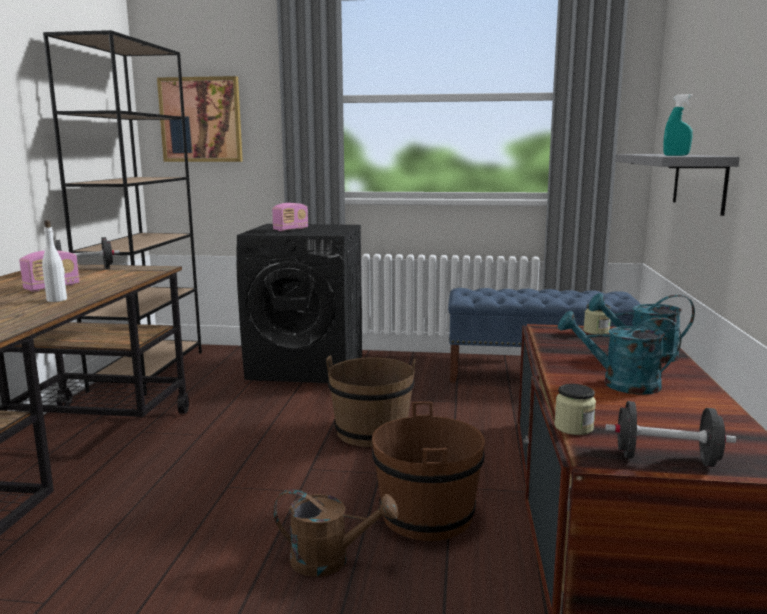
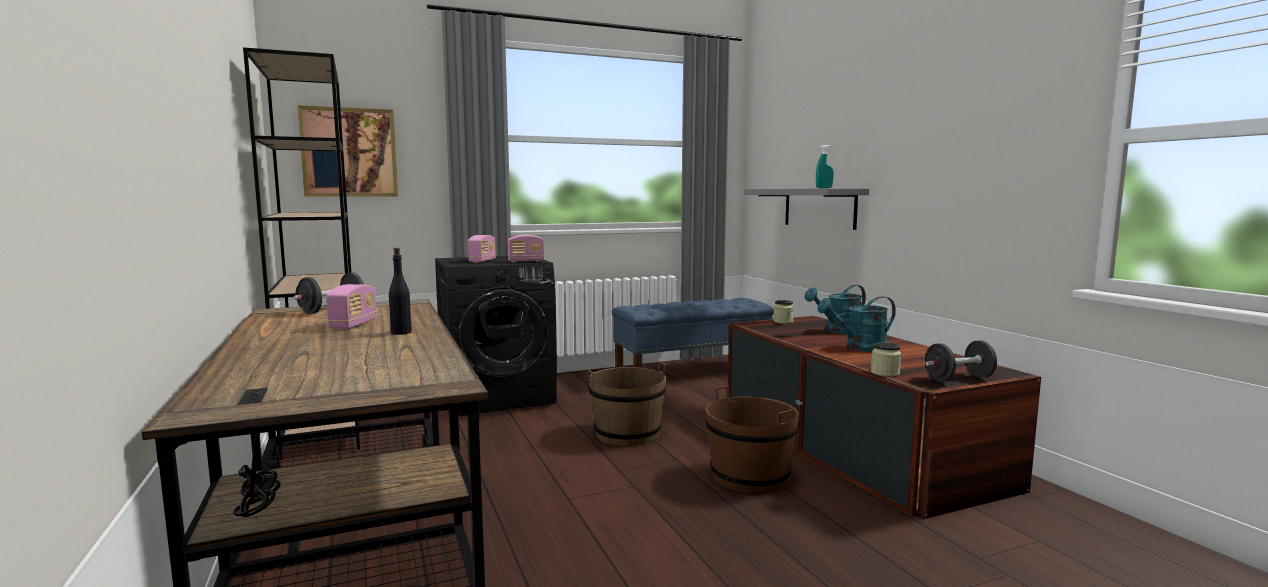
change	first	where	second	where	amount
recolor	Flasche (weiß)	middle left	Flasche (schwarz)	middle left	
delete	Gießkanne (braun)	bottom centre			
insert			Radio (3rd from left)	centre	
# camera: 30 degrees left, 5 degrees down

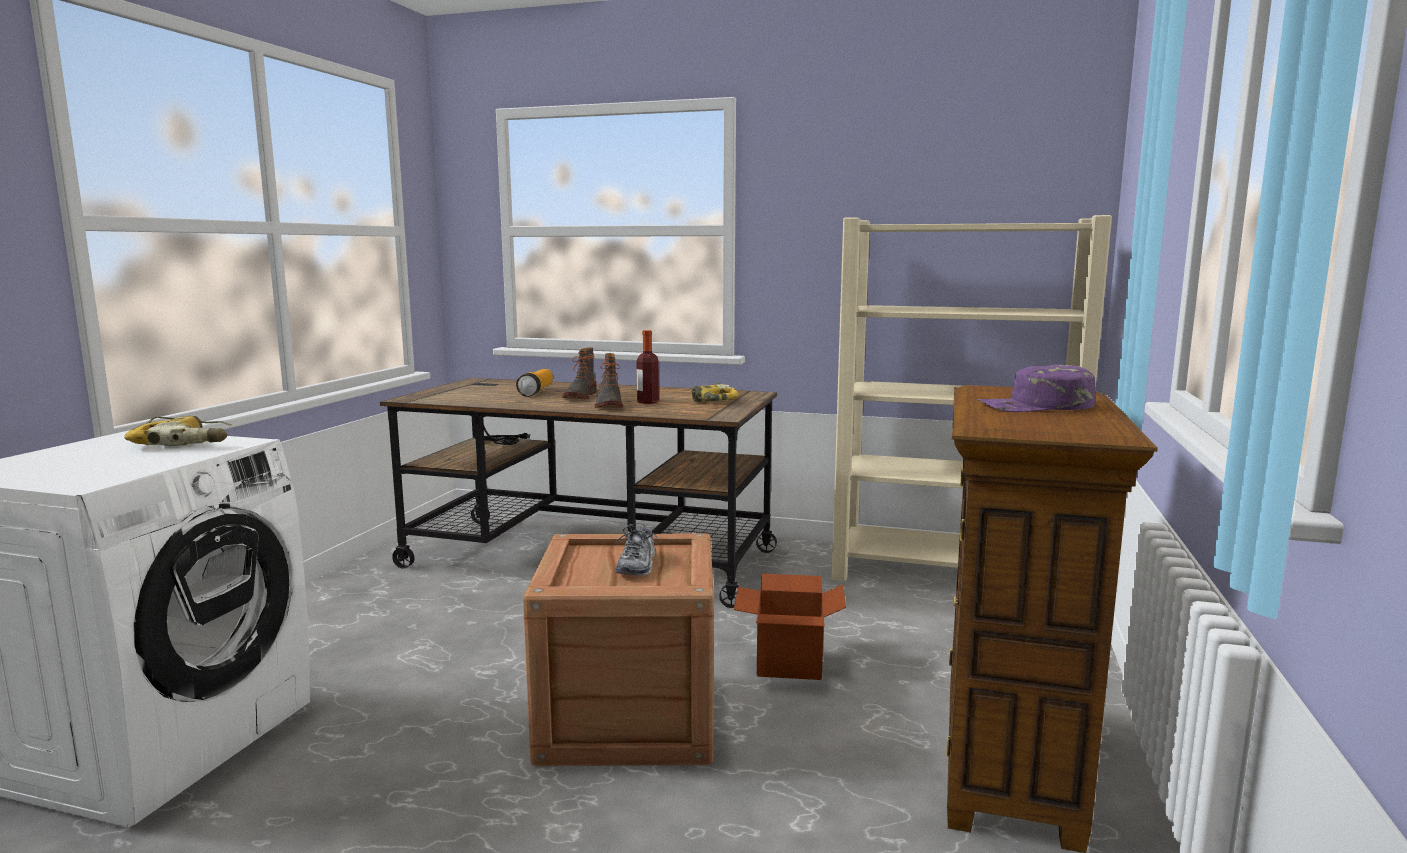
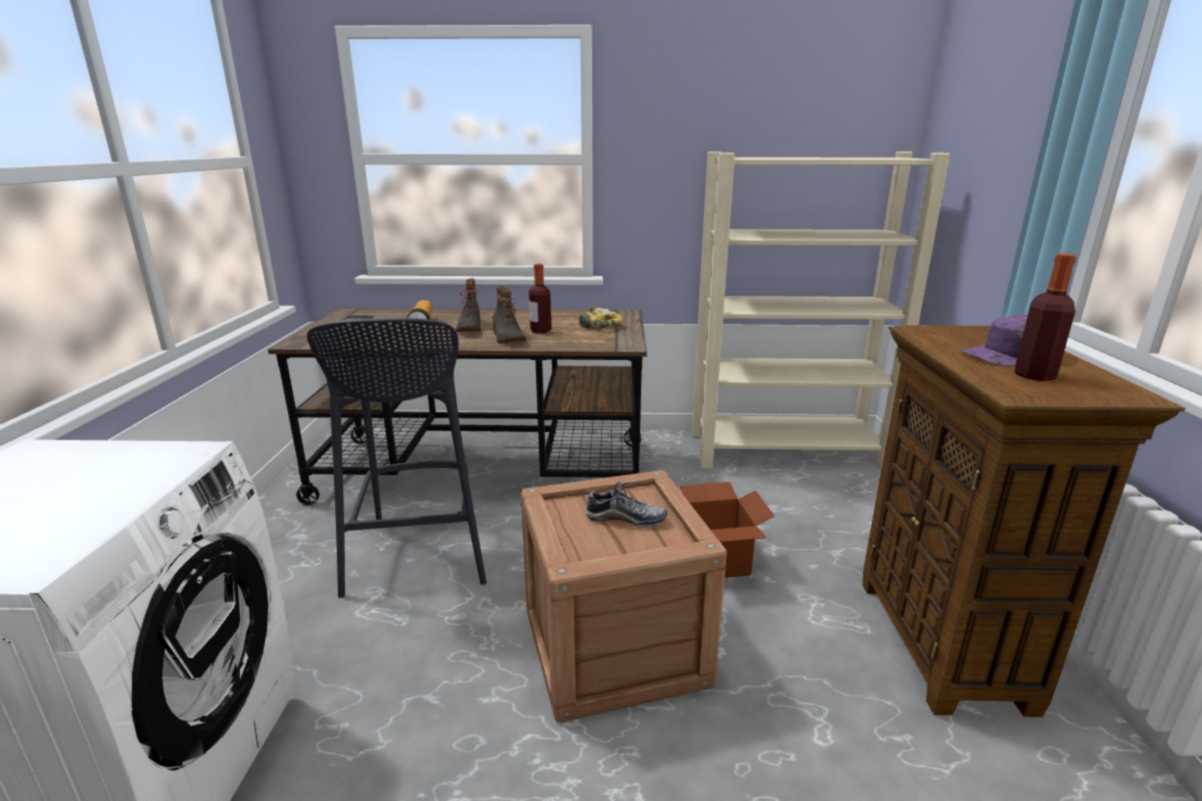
change	first	where	second	where	amount
delete	Bohrmaschine (1st from left)	middle left			
rotate	Schuh	centre		centre	75 degrees counterclockwise
insert			Hocker (grau)	middle left	
insert			Flasche (2nd from left)	middle right	
# camera: 15 degrees left, 10 degrees up

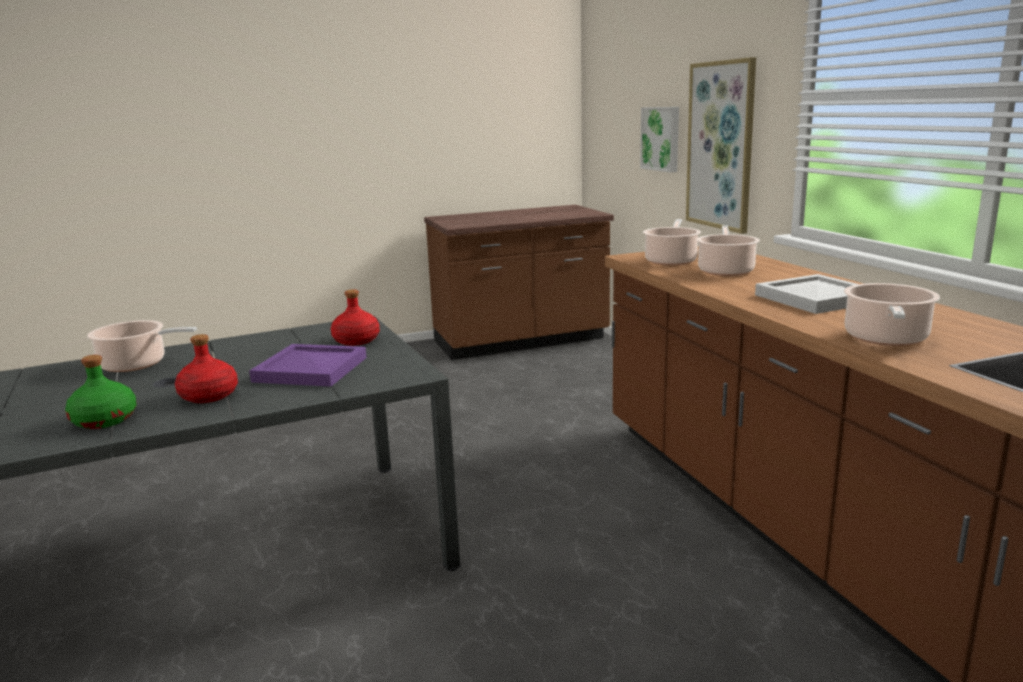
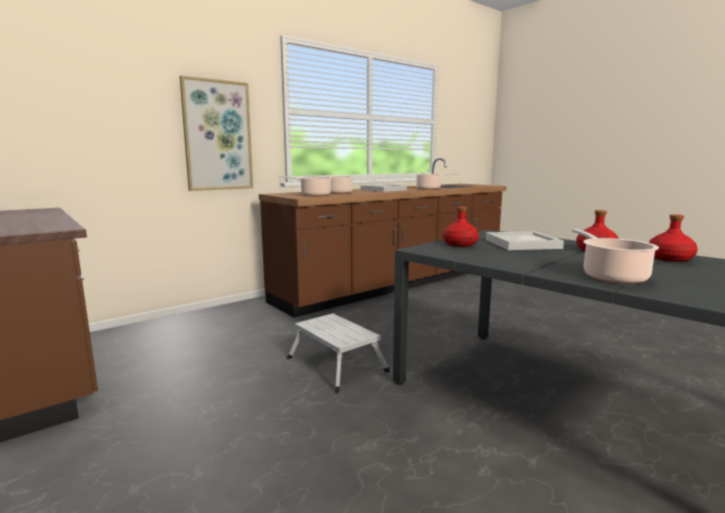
change	first	where	second	where	amount
recolor	Flasche (grün)	middle left	Flasche (rot) (3rd from left)	middle right	
recolor	Tablett (lila)	middle left	Tablett (weiß) (2nd from left)	middle right	
delete	Bild (1st from left)	top centre			
insert			Trittleiter (weiß)	bottom centre	
# camera: 110 degrees left, 5 degrees down

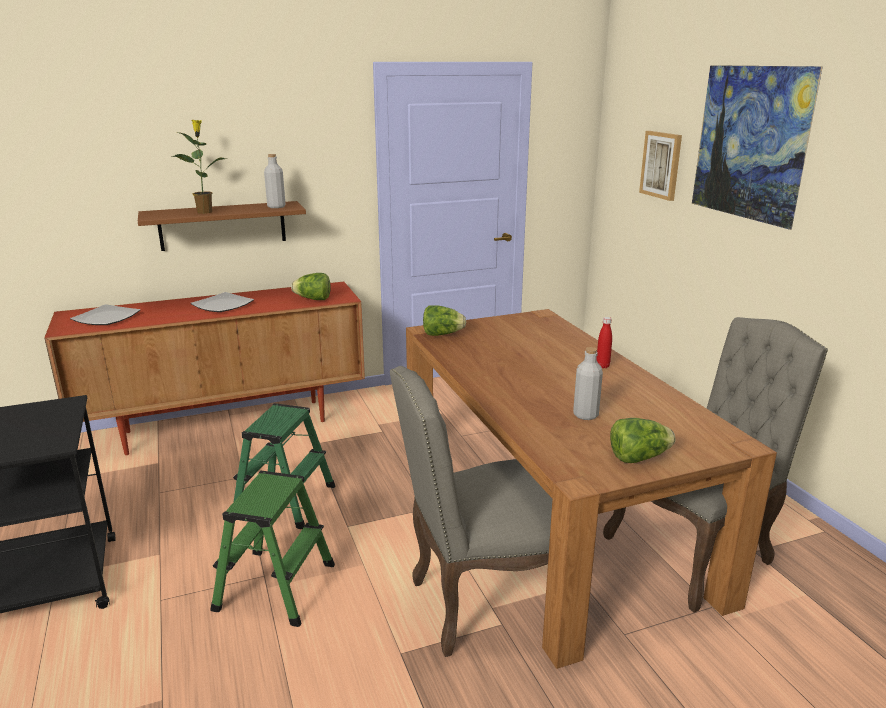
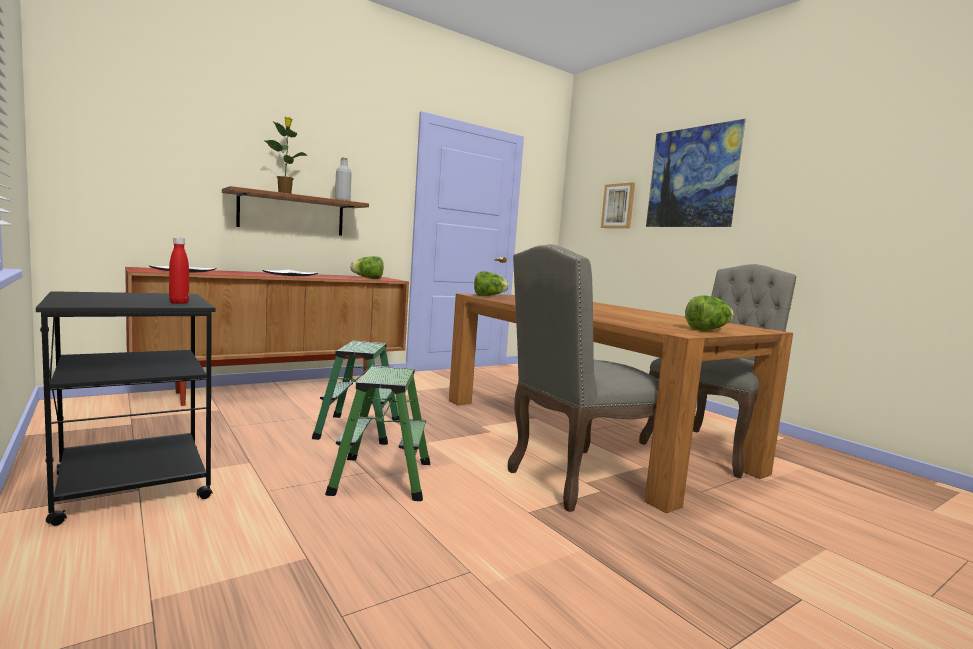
change	first	where	second	where	amount
delete	Flasche (grau) (2nd from left)	centre			
move	Flasche (rot)	middle right		middle left	
# camera: 15 degrees left, 15 degrees down

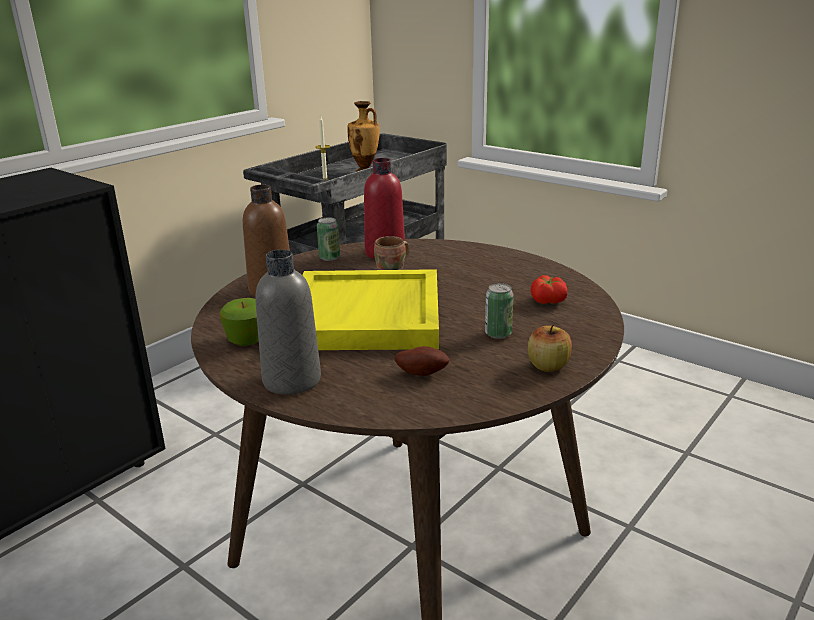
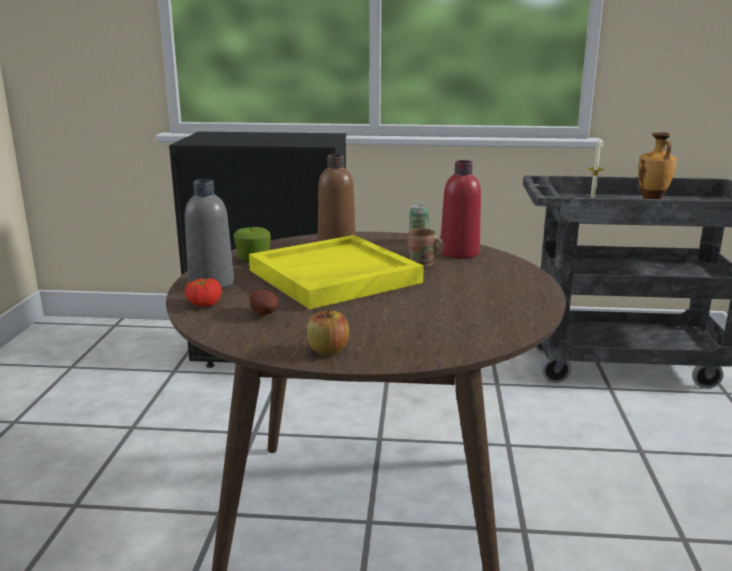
change	first	where	second	where	amount
delete	Dose (2nd from left)	centre			
move	Tomate	middle right		middle left	
# camera: 55 degrees right, 5 degrees down

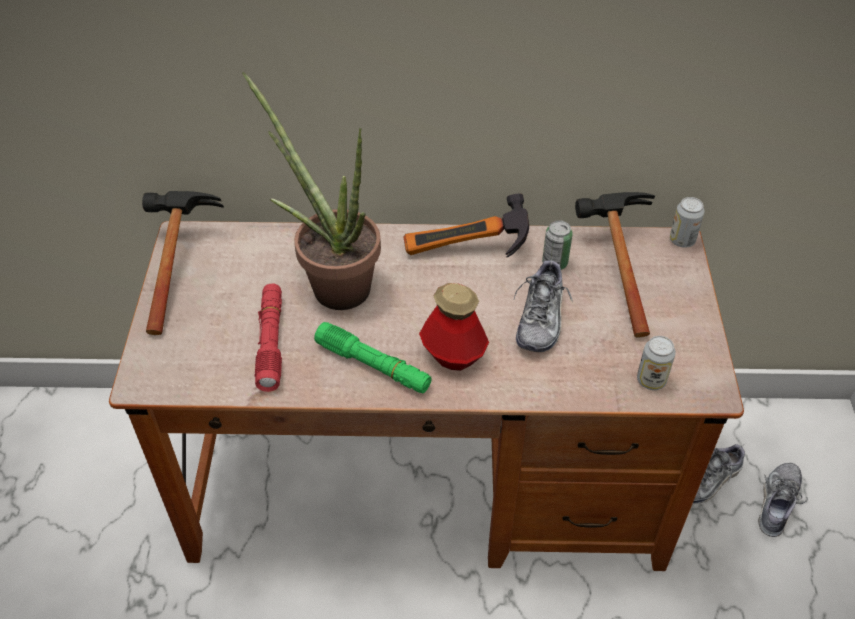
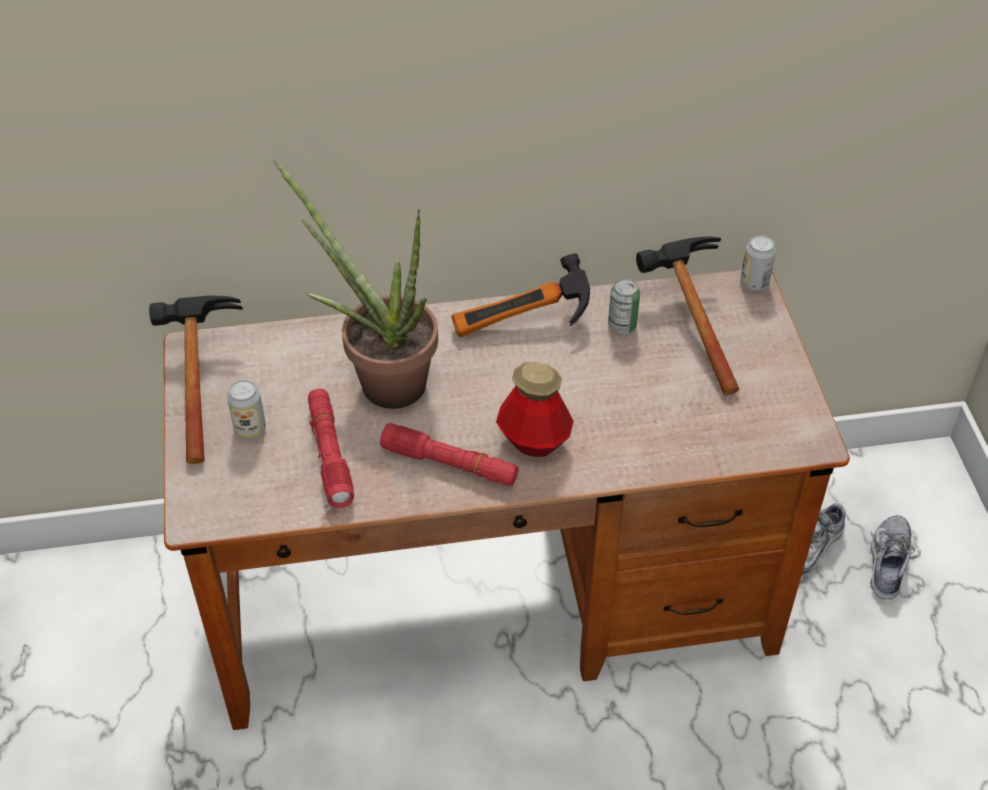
change	first	where	second	where	amount
recolor	Taschenlampe (grün)	centre	Taschenlampe (rot) (2nd from left)	centre	
delete	Schuh (1st from left)	centre			
move	Dose (2nd from left in the first image)	middle right	Dose (1st from left)	middle left	
# camera: 10 degrees left, 0 degrees up

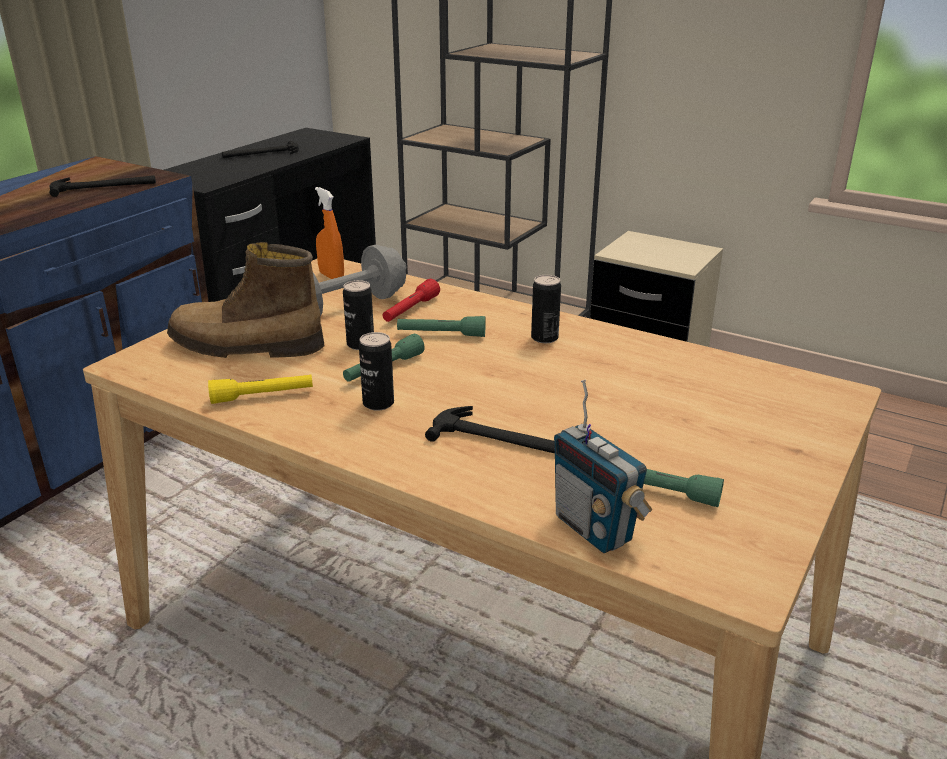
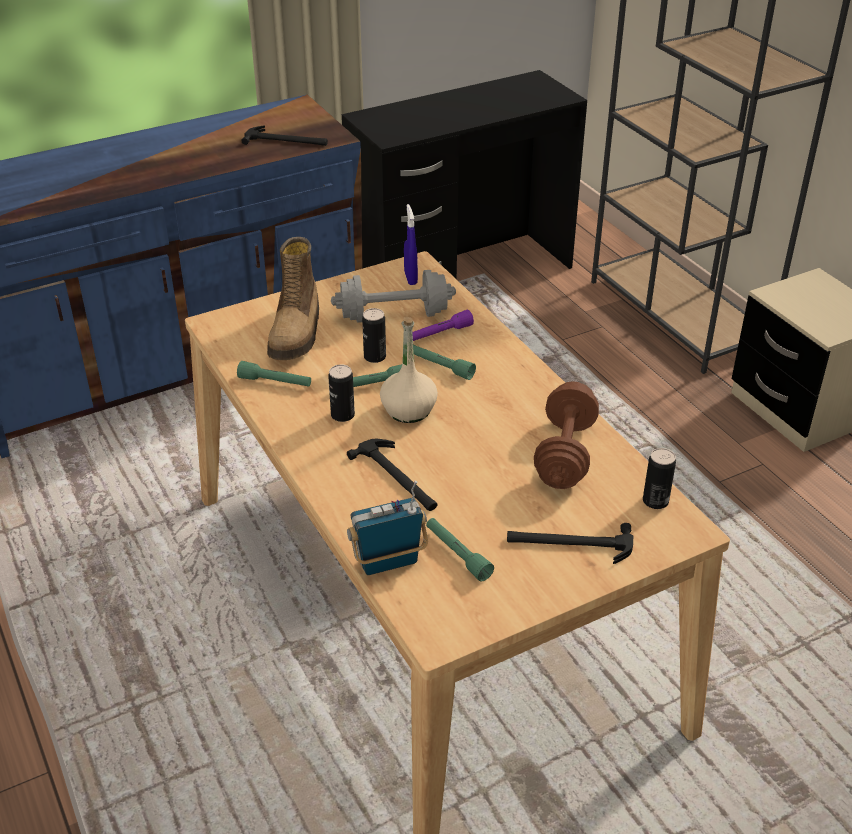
change	first	where	second	where	amount
rotate	Stiefel	middle left		centre	120 degrees counterclockwise
recolor	Taschenlampe (gelb)	middle left	Taschenlampe (grün) (1st from left)	middle left	
move	Hammer (2nd from left in the first image)	top left	Hammer (3rd from left)	middle right	
recolor	Sprühflasche (orange)	top centre	Sprühflasche (blau)	top centre	
recolor	Taschenlampe (rot)	centre	Taschenlampe (lila)	centre	
move	Dose (3rd from left)	centre		middle right	
rotate	Radio	centre		centre	75 degrees clockwise
insert			Flasche (beige)	centre	
insert			Hantel (braun)	centre	
# camera: 30 degrees right, 10 degrees up

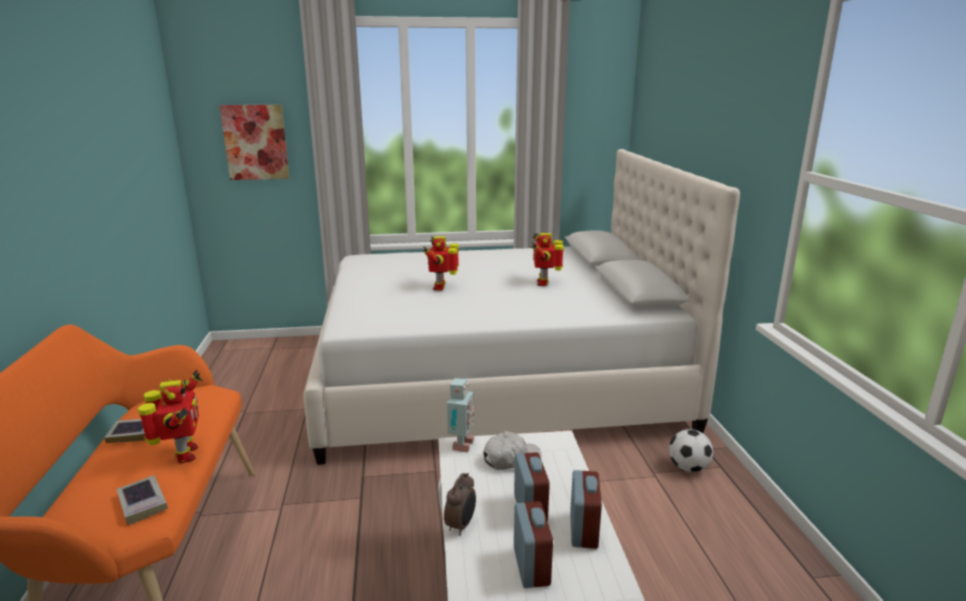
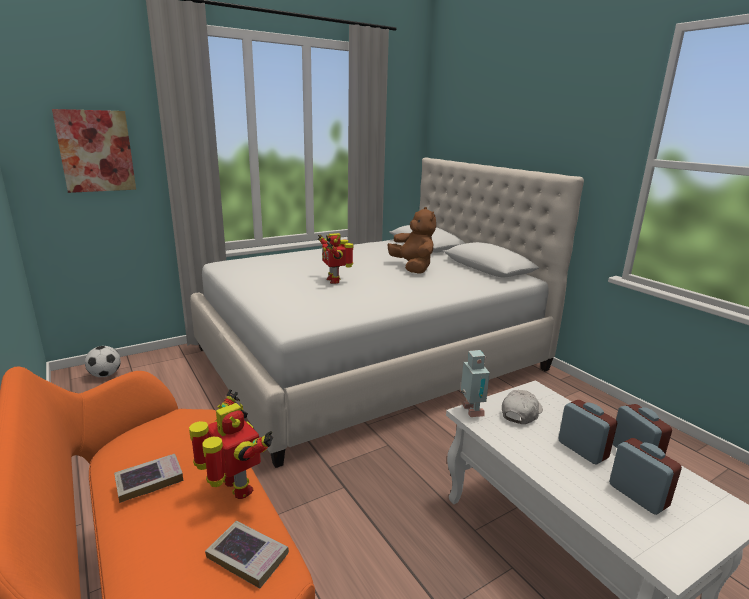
change	first	where	second	where	amount
delete	Wecker (1st from left)	bottom centre			
replace	Spielzeugroboter (4th from left)	centre	Plüschtier (braun)	centre	
move	Fußball	bottom right		middle left	
# camera: 25 degrees left, 0 degrees up

